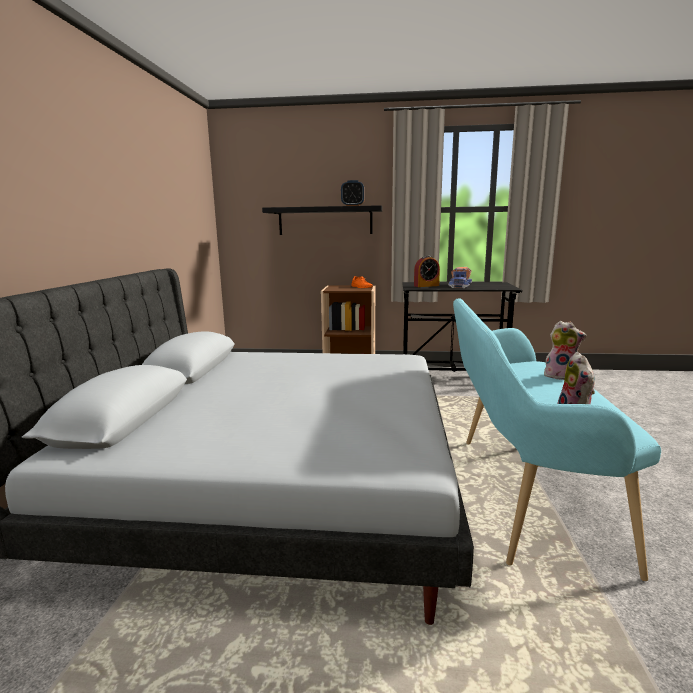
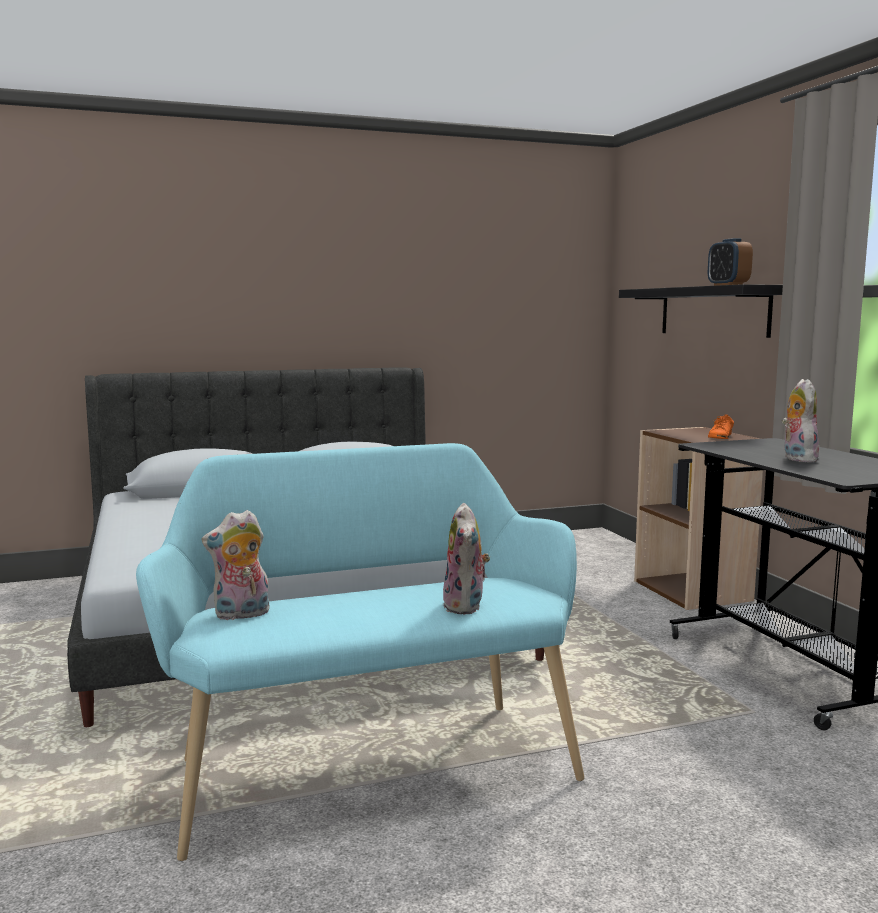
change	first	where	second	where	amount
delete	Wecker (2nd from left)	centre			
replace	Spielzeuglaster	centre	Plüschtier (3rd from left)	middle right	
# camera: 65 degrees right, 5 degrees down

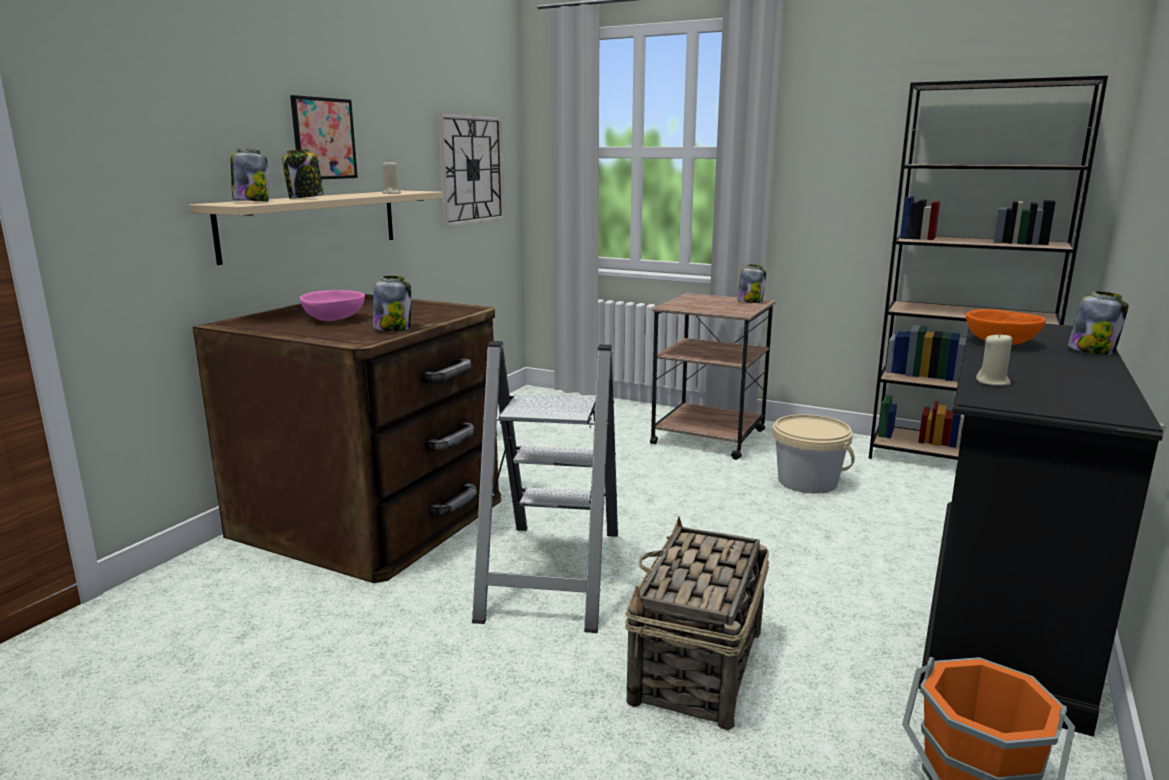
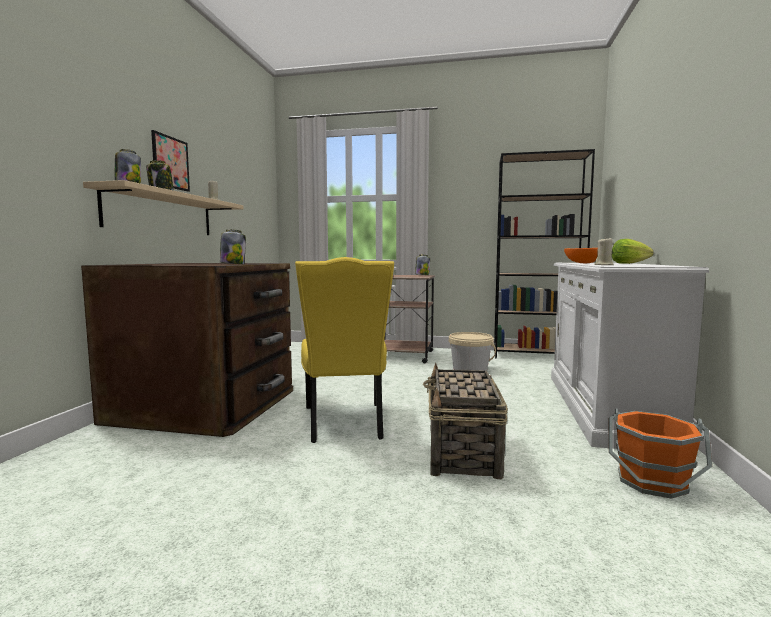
change	first	where	second	where	amount
delete	Schüssel (rosa)	middle left			
delete	Wanduhr	top centre			
replace	Trittleiter (grau)	centre	Stuhl (gelb)	centre	
recolor	Schrank (schwarz)	bottom right	Schrank (weiß)	middle right	
replace	Vorratsglas (5th from left)	middle right	Salatkopf	middle right	
# camera: 15 degrees left, 10 degrees down

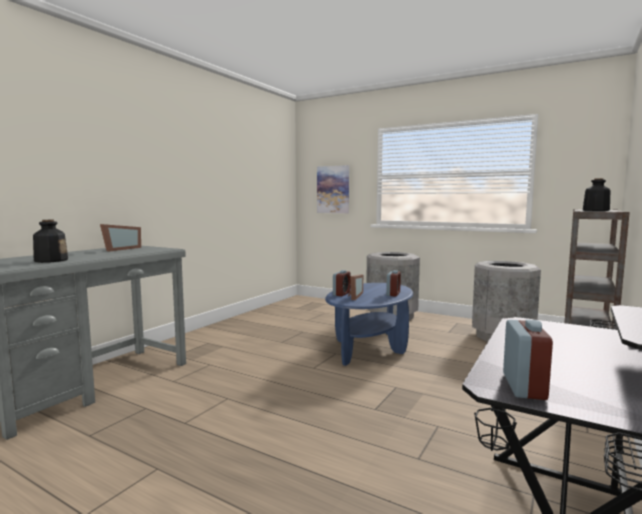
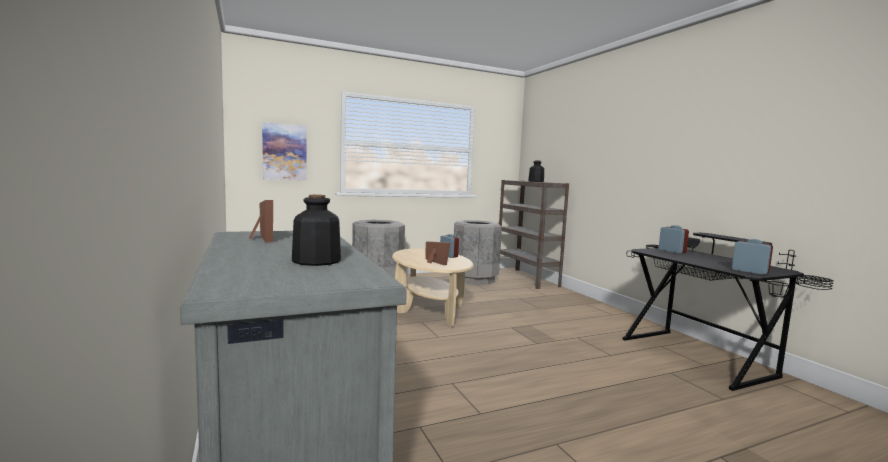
change	first	where	second	where	amount
recolor	Couchtisch (blau)	centre	Couchtisch (beige)	centre	
move	Wecker (1st from left in the first image)	centre	Wecker (2nd from left)	middle right	
# camera: 55 degrees left, 0 degrees up

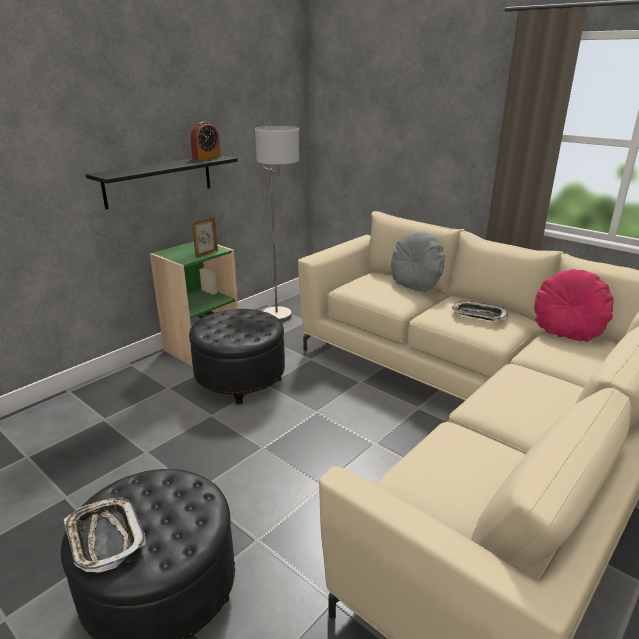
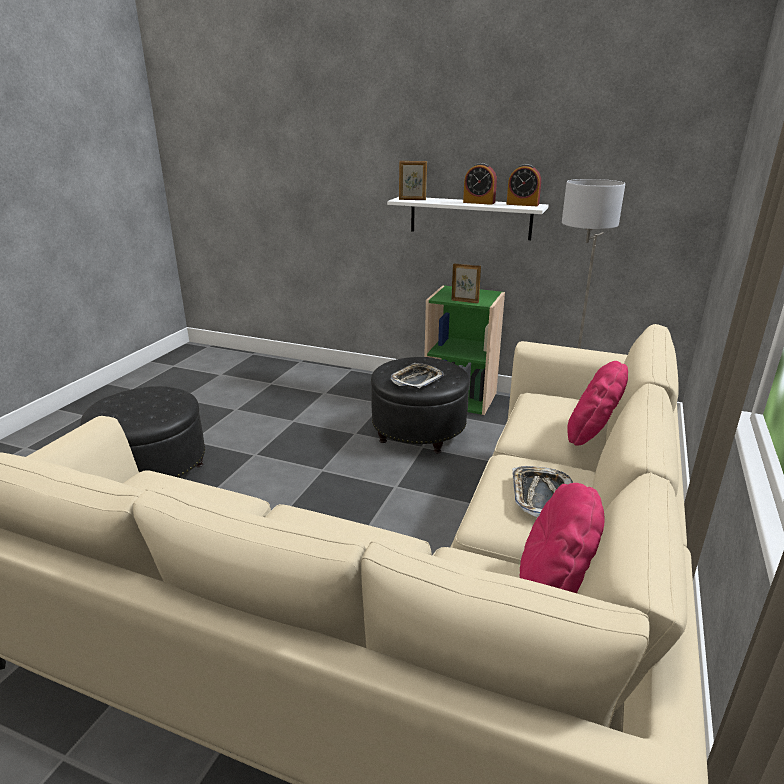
change	first	where	second	where	amount
move	Tablett (1st from left)	bottom left		centre	
recolor	Wandregal (schwarz)	top left	Wandregal (weiß)	top centre	
recolor	Kissen (grau)	centre	Kissen (rosa) (2nd from left)	middle right	
insert			Bilderrahmen (1st from left)	top centre	
insert			Wecker (1st from left)	top centre	
# camera: 70 degrees right, 0 degrees up

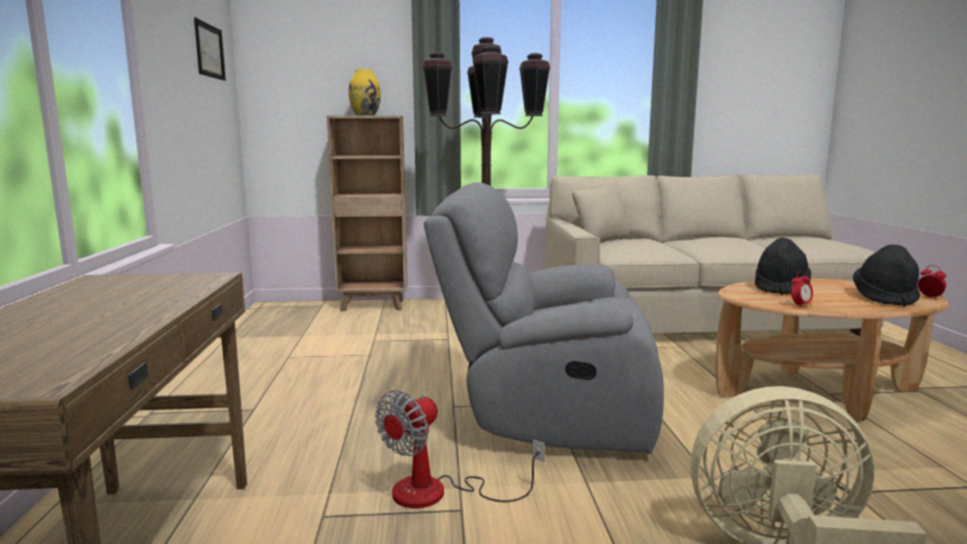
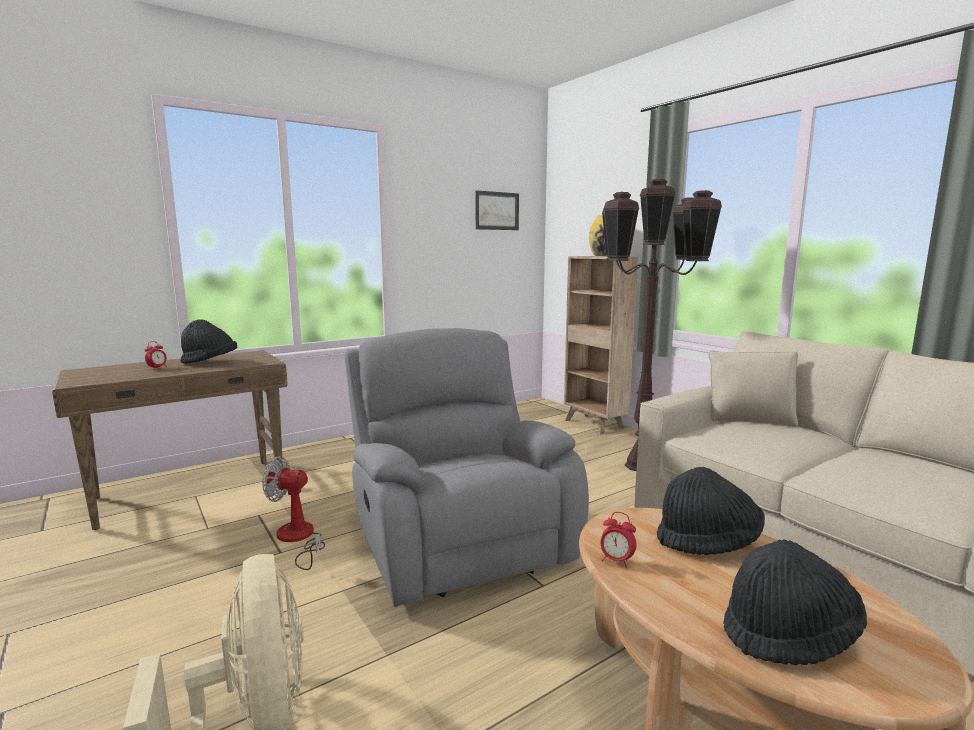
change	first	where	second	where	amount
move	Wecker (2nd from left in the first image)	middle right	Wecker (1st from left)	middle left	
insert			Hut (schwarz) (1st from left)	middle left	
# camera: 60 degrees right, 0 degrees up

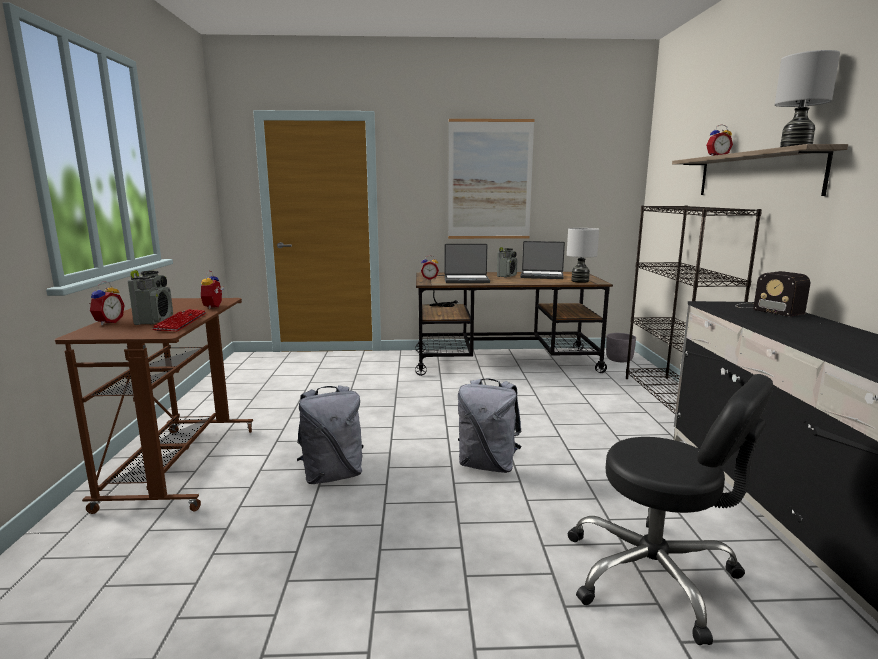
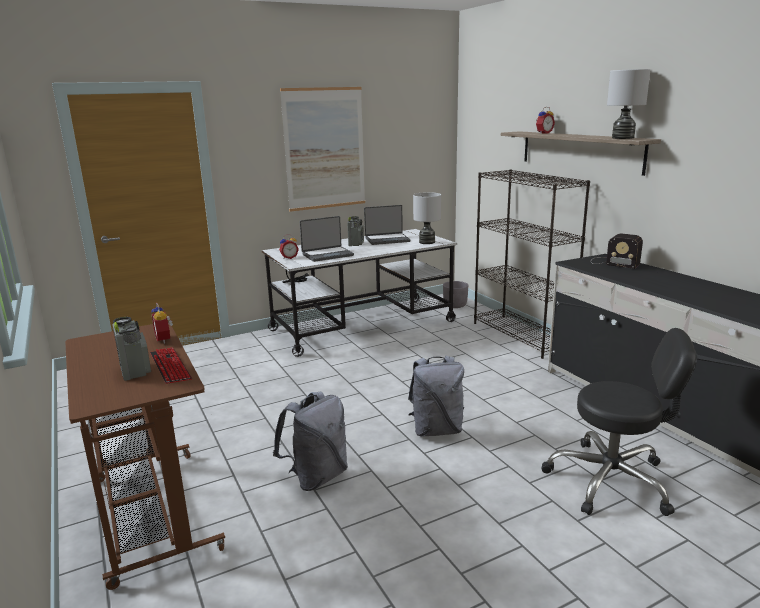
change	first	where	second	where	amount
delete	Wecker (1st from left)	middle left			
recolor	Schreibtisch (braun) (2nd from left)	centre	Schreibtisch (weiß)	centre	
# camera: 25 degrees left, 5 degrees up

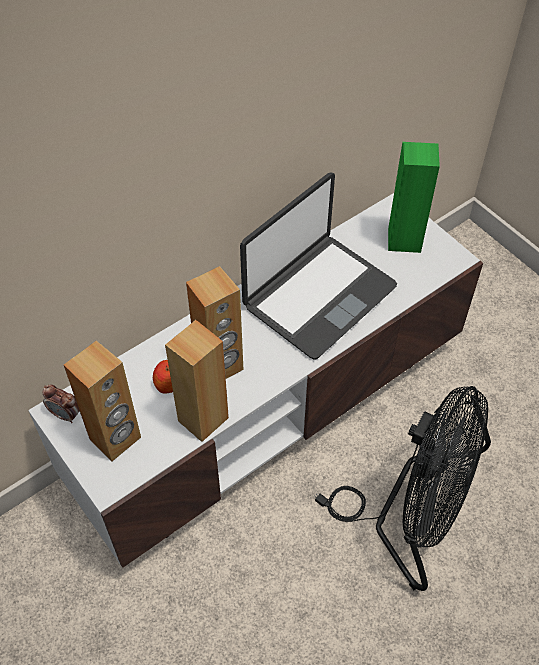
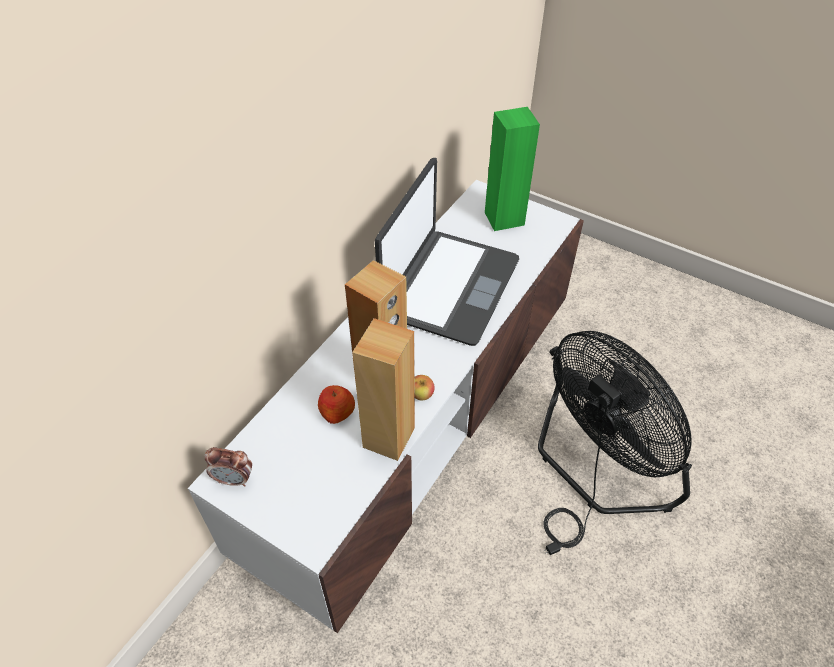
change	first	where	second	where	amount
delete	Lautsprecher (braun) (1st from left)	middle left			
rotate	Ventilator (schwarz)	bottom right		middle right	45 degrees counterclockwise
insert			Apfel (2nd from left)	centre	
# camera: 20 degrees left, 5 degrees down

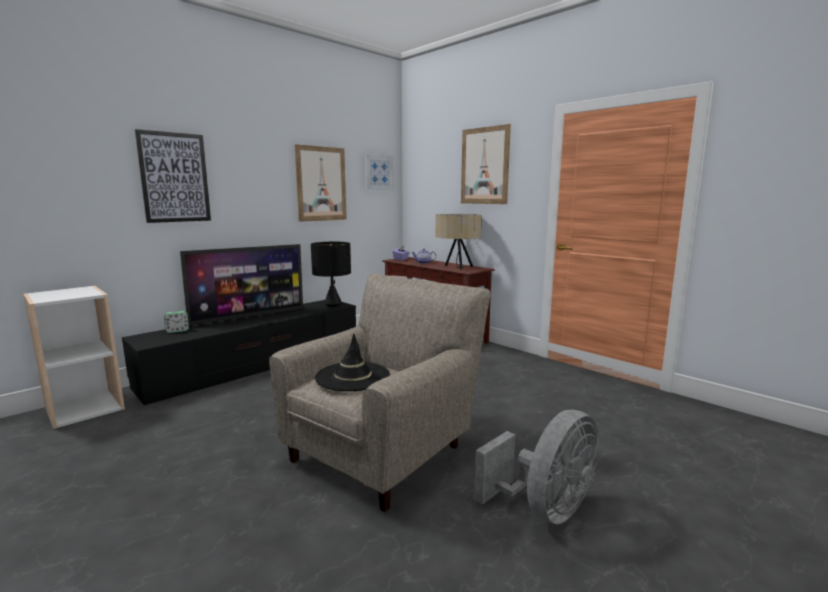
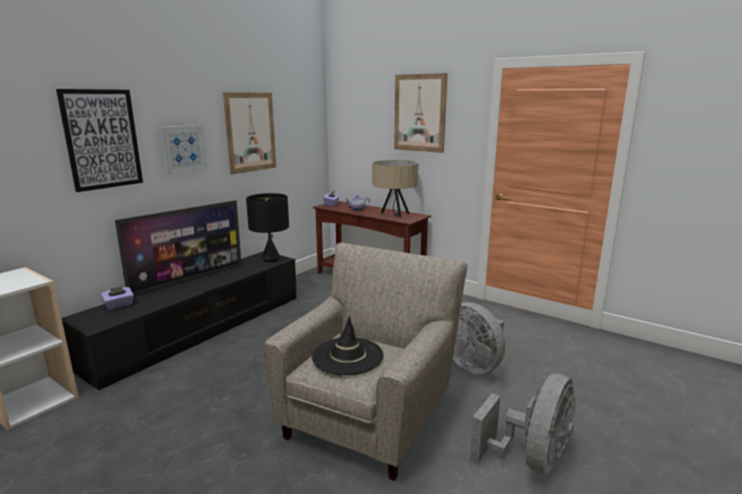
change	first	where	second	where	amount
replace	Wecker	middle left	Taschentuchbox (lila) (1st from left)	middle left	
move	Bild (3rd from left in the first image)	top centre	Bild (2nd from left)	top left	
insert			Ventilator (grau) (1st from left)	bottom centre	
# camera: 10 degrees left, 5 degrees up

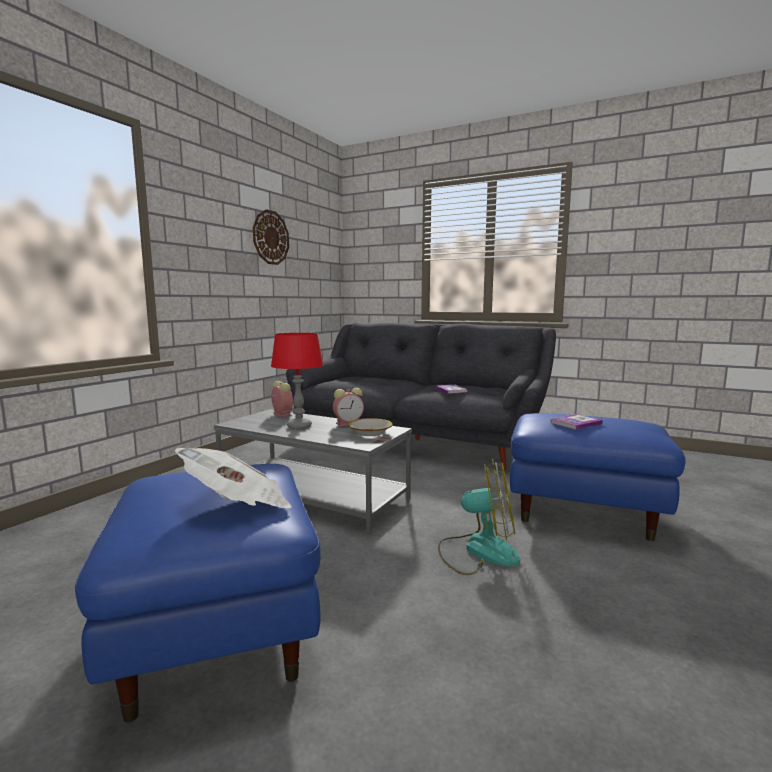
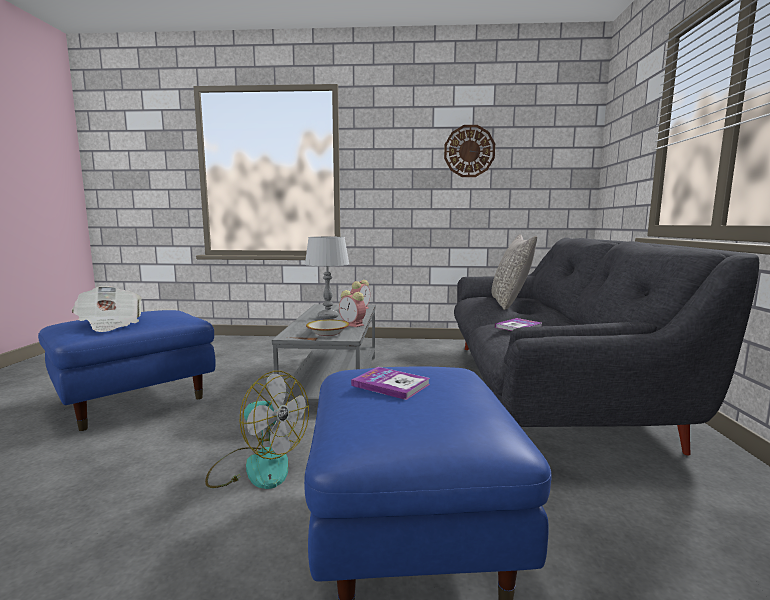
change	first	where	second	where	amount
recolor	Tischlampe (rot)	centre	Tischlampe (grau)	centre	
rotate	Ventilator	bottom centre		bottom centre	45 degrees counterclockwise
insert			Kissen (grau)	middle right	
# camera: 65 degrees right, 0 degrees up

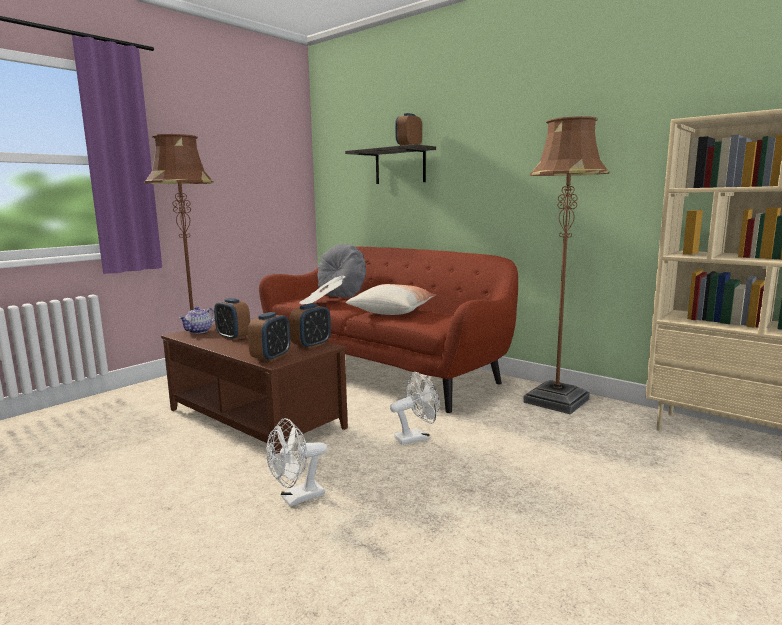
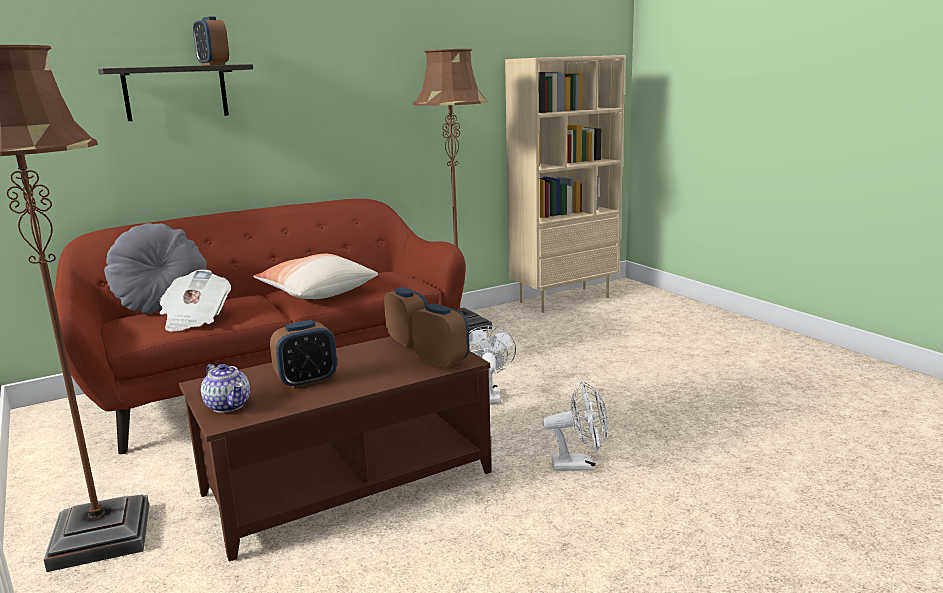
change	first	where	second	where	amount
rotate	Ventilator (weiß) (1st from left in the first image)	bottom centre	Ventilator (weiß) (2nd from left)	bottom centre	75 degrees counterclockwise
# camera: 70 degrees left, 5 degrees up

